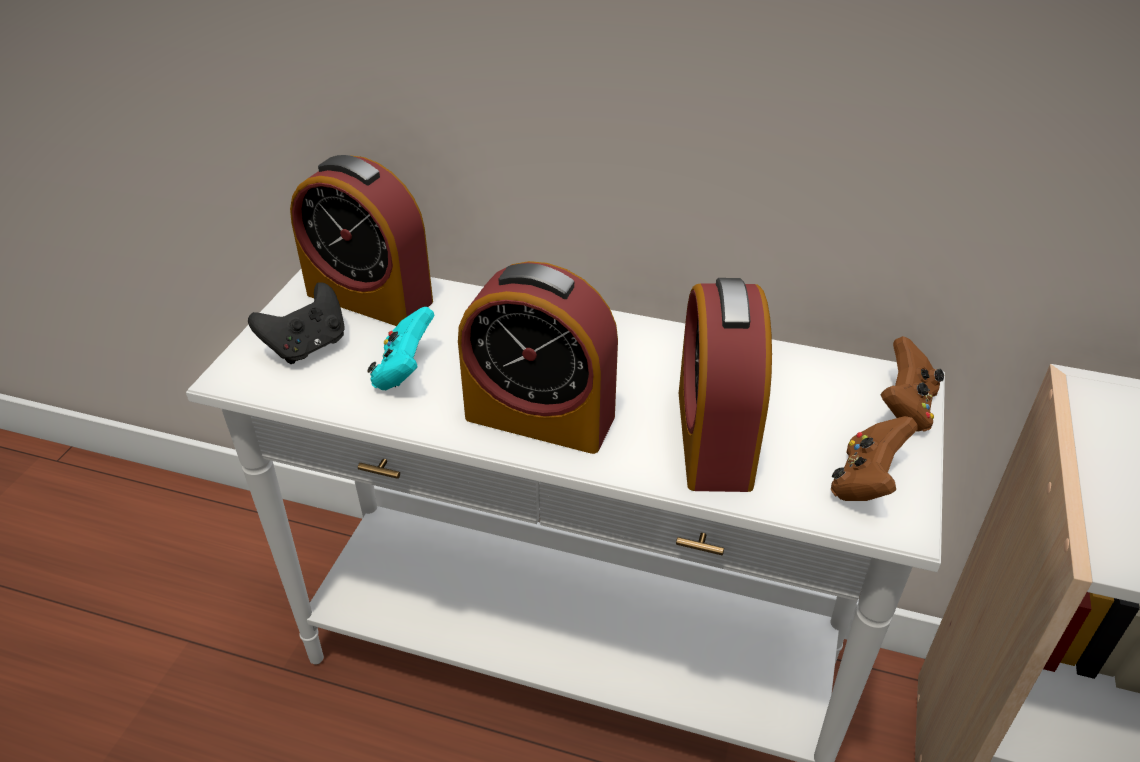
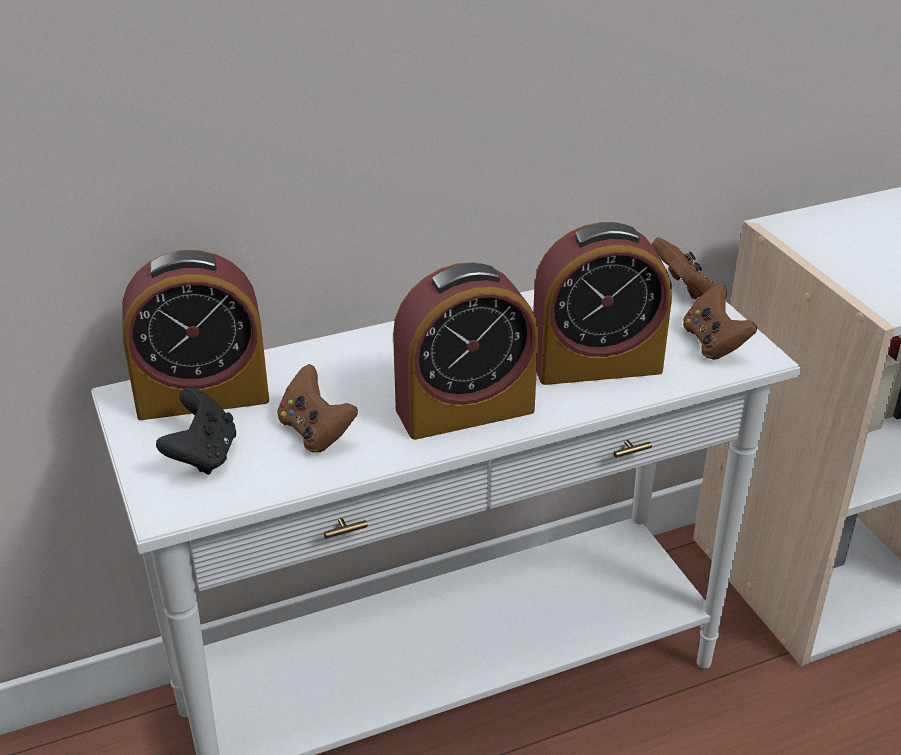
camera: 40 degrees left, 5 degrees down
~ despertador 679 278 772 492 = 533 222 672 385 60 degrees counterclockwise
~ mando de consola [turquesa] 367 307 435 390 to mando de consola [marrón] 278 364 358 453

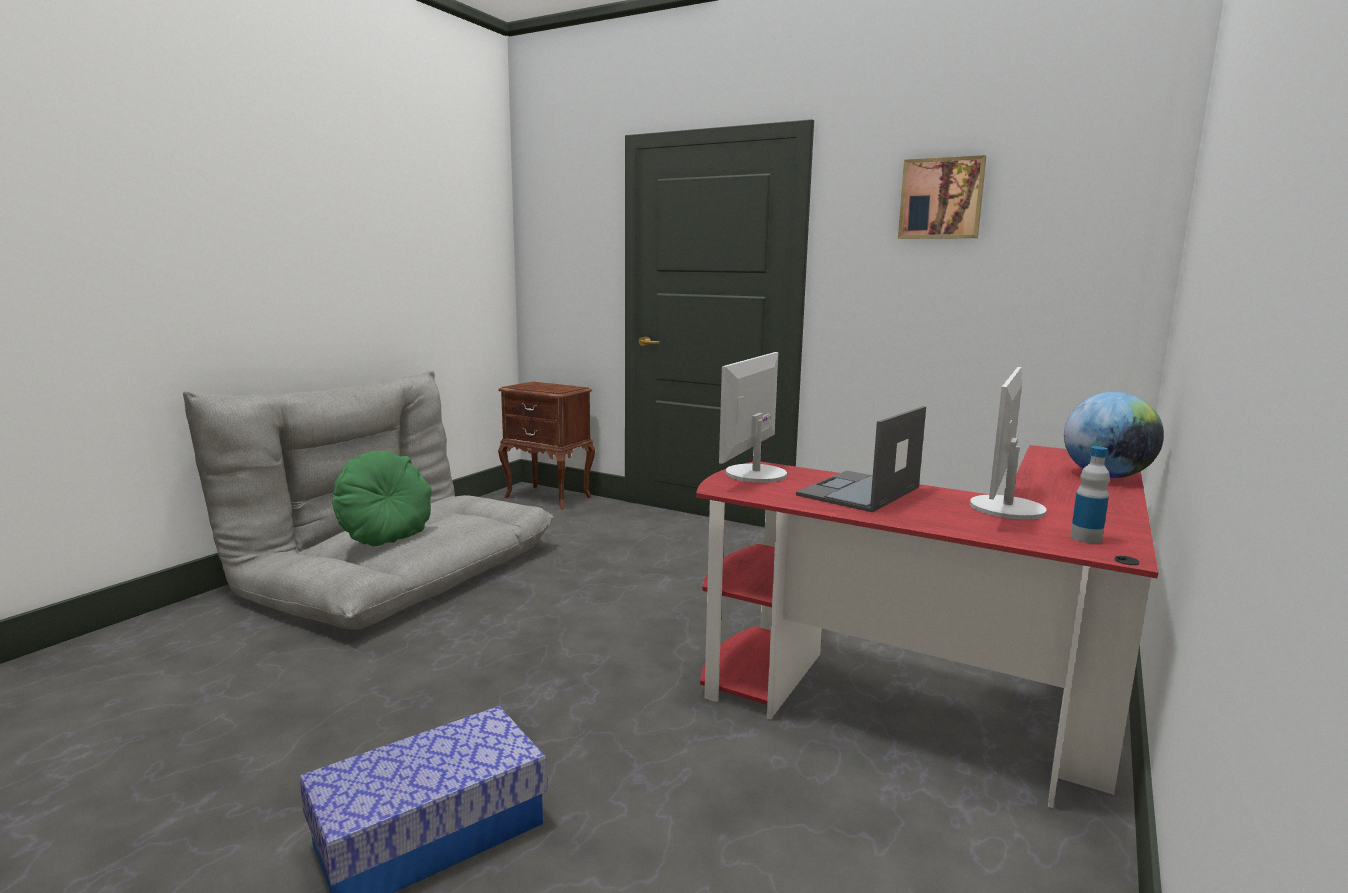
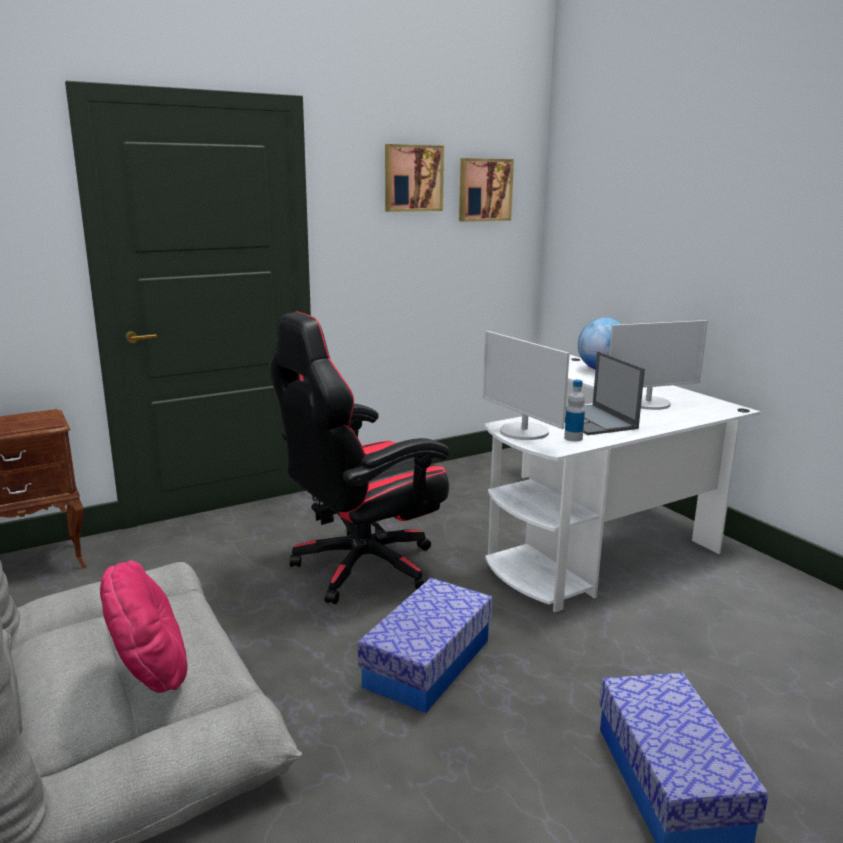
camera: 60 degrees left, 5 degrees up
~ monitor 970 367 1047 520 = 609 320 708 410 75 degrees counterclockwise
~ escritorio [rojo] 696 445 1158 808 to escritorio [blanco] 484 355 761 612
~ botella 1070 446 1110 543 to 564 380 585 441
~ cojín [verde] 332 450 431 546 to cojín [rosa] 100 560 188 693
+ cuadro 459 158 514 222
+ silla de oficina [negro] 269 311 449 604
+ caja de almacenaje 358 578 492 713

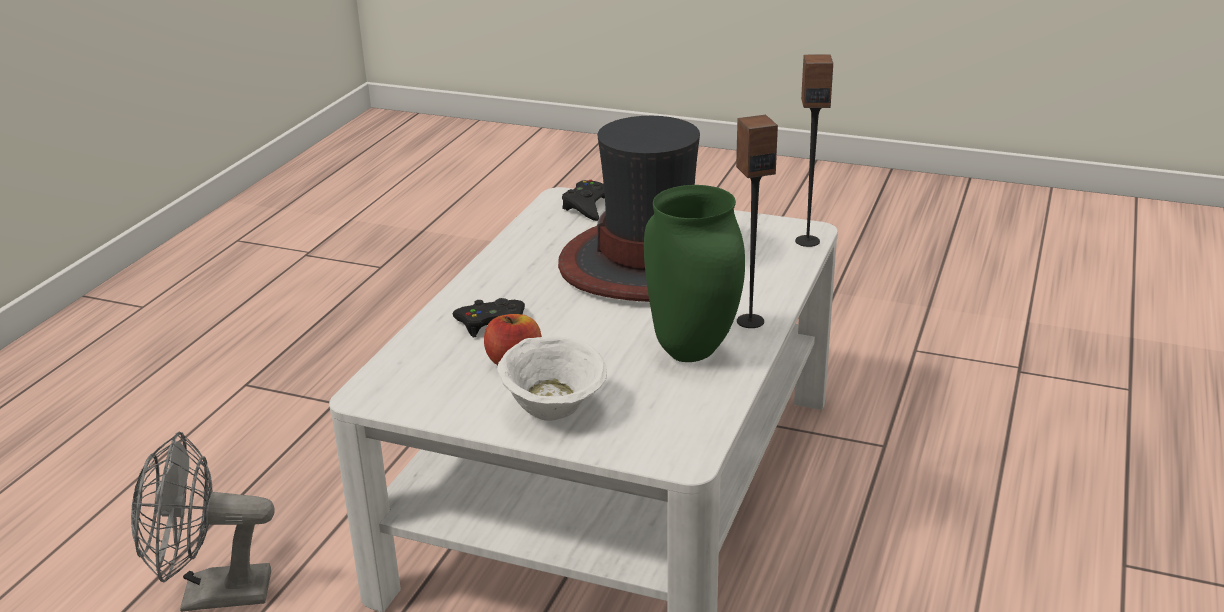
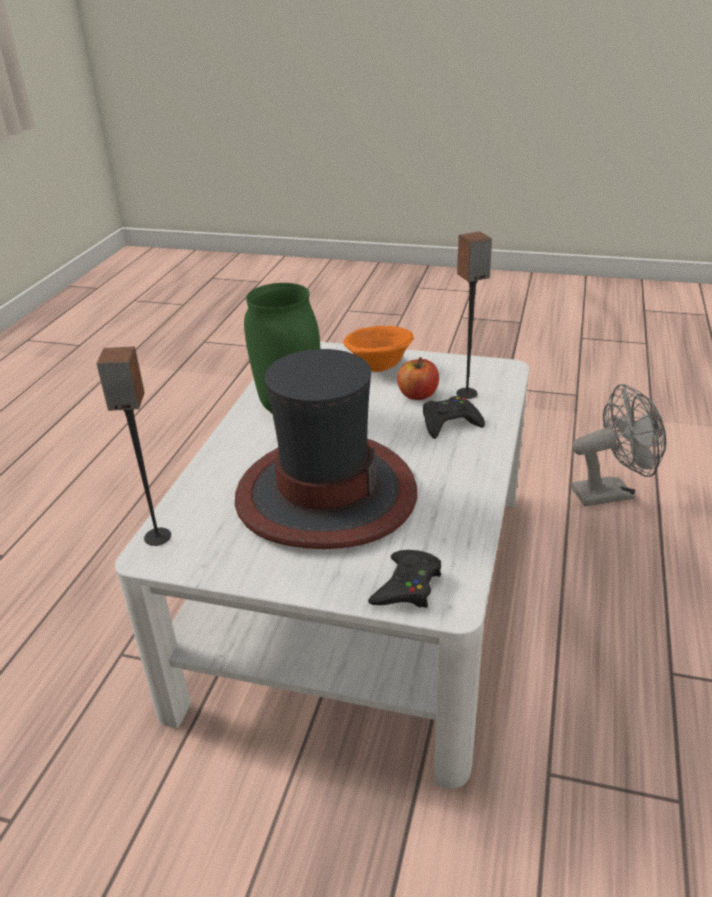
camera: 175 degrees right, 5 degrees up
~ altavoz 736 115 778 328 to 456 231 492 399
~ cuenco [blanco] 497 336 607 421 to cuenco [naranja] 343 325 414 372

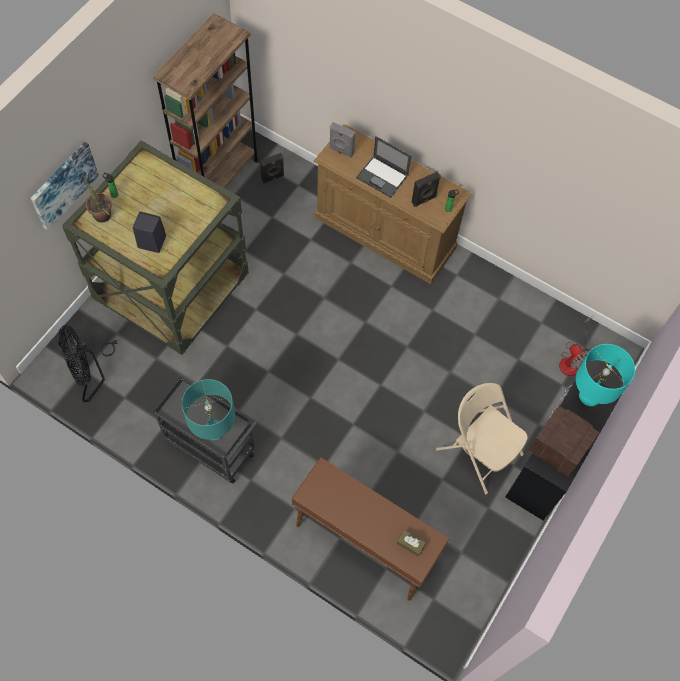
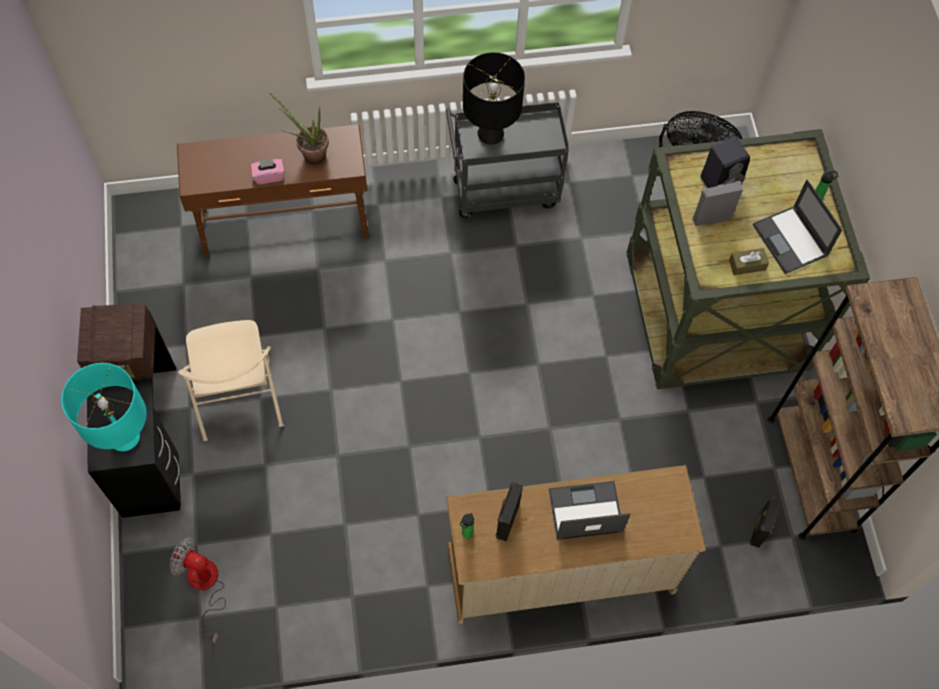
camera: 140 degrees right, 0 degrees up
~ altavoz [gris] 329 122 356 158 to 692 181 743 226
- cuadro 31 142 99 230
~ planta en maceta 83 174 112 223 to 269 93 329 164
~ lámpara de mesa [turquesa] 182 379 235 440 to lámpara de mesa [negro] 463 52 525 145
~ silla [beis] 436 383 527 495 = 178 320 284 441 75 degrees clockwise
~ caja de pañuelos [marrón] 396 530 426 557 to 729 248 769 275
+ caja de pañuelos [rosa] 251 159 285 185
+ portátil 753 180 842 274

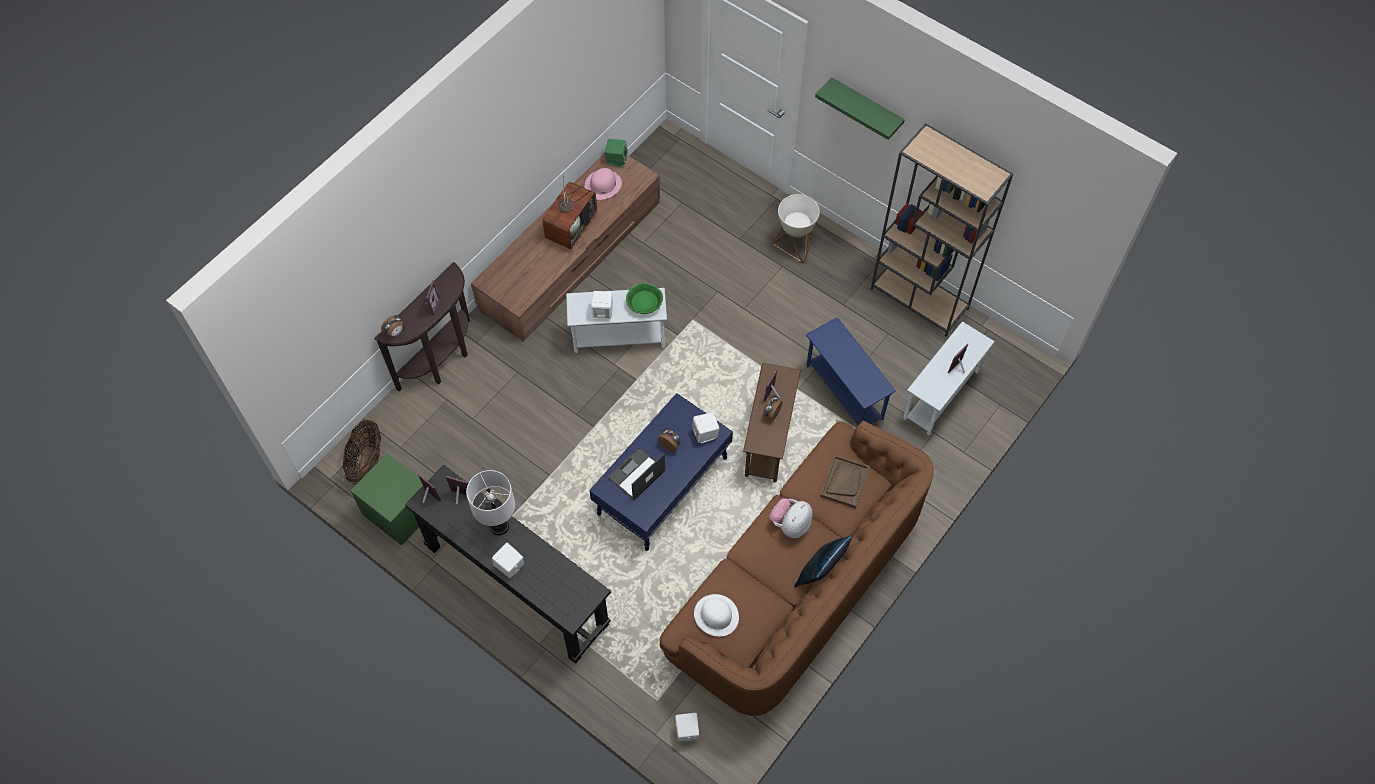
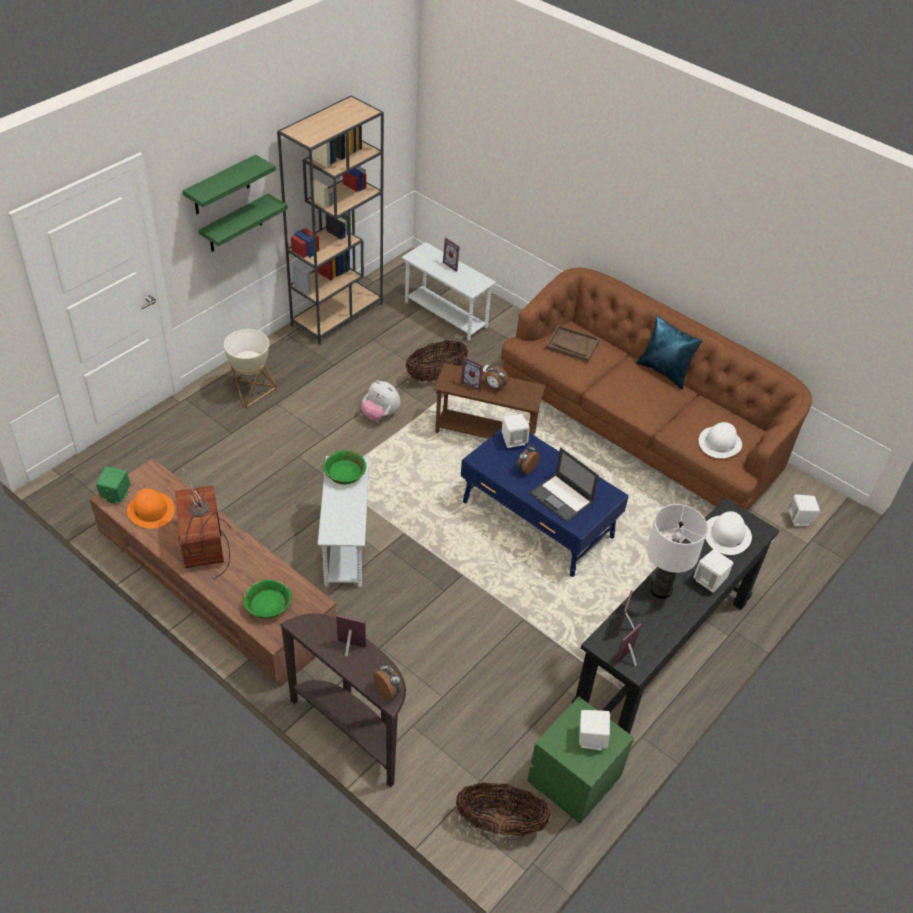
camera: 90 degrees left, 15 degrees down
~ sombrero [rosa] 585 168 622 200 to sombrero [naranja] 127 489 175 529
~ televisor 542 174 597 249 = 175 466 232 580 135 degrees counterclockwise
~ altavoz [blanco] 591 291 613 319 to 579 710 610 751
~ mesa auxiliar [azul] 806 317 896 425 to cesta 406 340 468 381
~ peluche 770 498 813 538 to 361 380 400 421
+ estante [verde] 199 193 288 252
+ sombrero [blanco] 705 511 752 555
+ cuenco [verde] 243 579 292 619

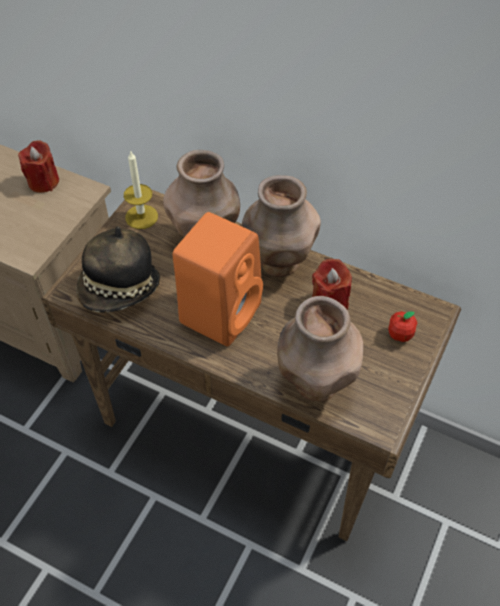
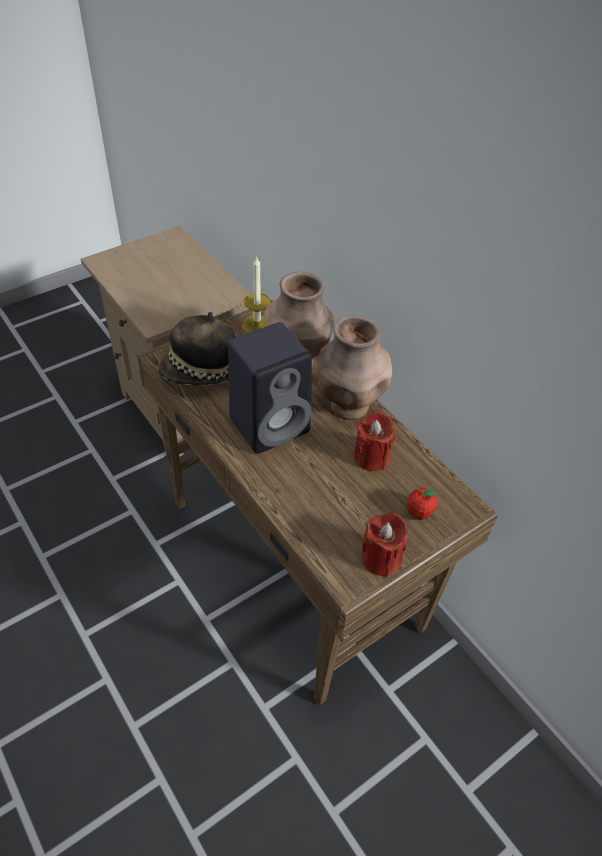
camera: 25 degrees right, 5 degrees down
~ vela [rojo] 18 140 59 193 to 361 512 408 578
~ altavoz [naranja] 172 212 263 346 to altavoz [negro] 228 322 312 454
- florero [marrón] 277 296 363 401

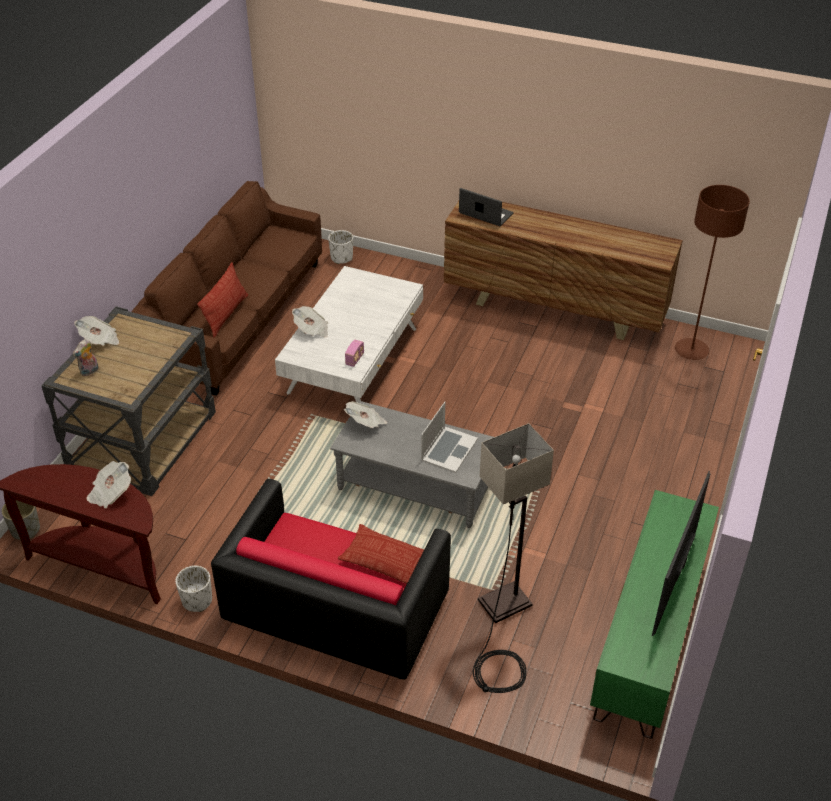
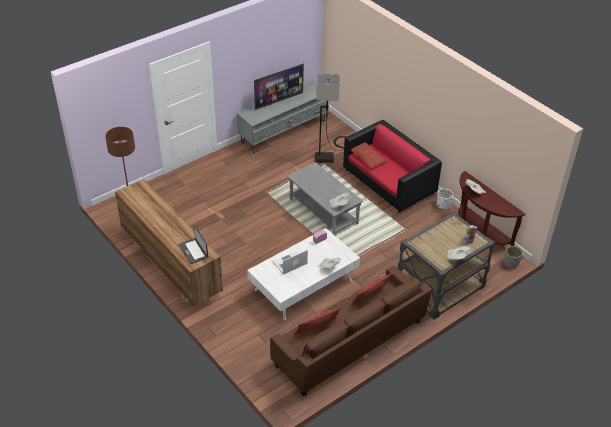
camera: 150 degrees left, 0 degrees up
- maceta [blanco] 328 230 353 264
~ portátil 421 402 478 473 to 273 250 308 275
~ mueble de televisión [verde] 590 490 719 739 to mueble de televisión [gris] 237 81 329 153
+ cojín 294 307 341 335

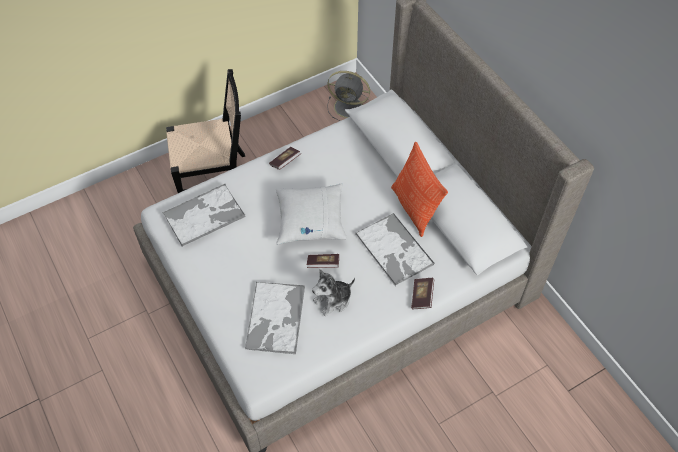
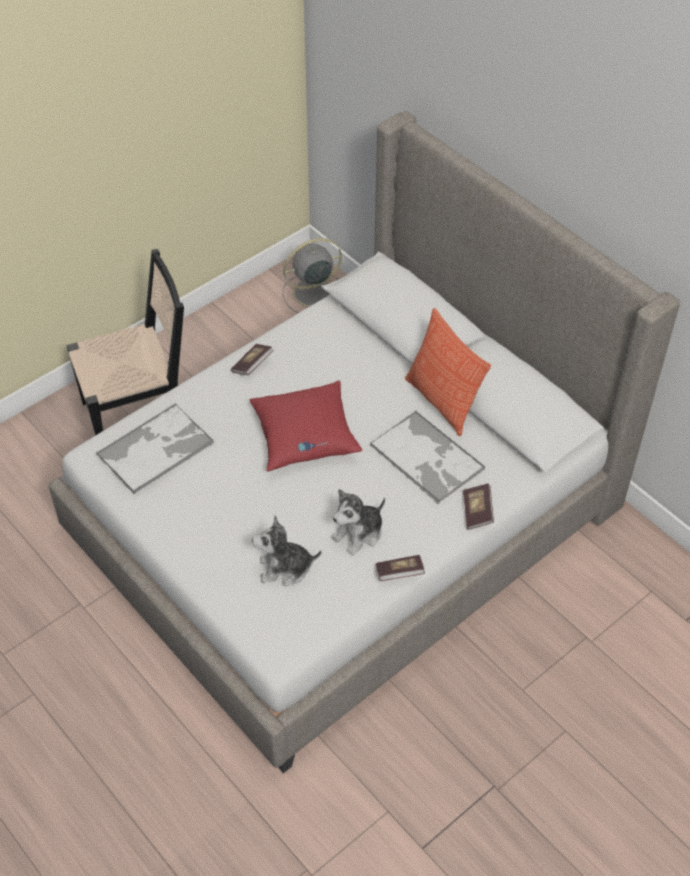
camera: 10 degrees left, 5 degrees down
~ ventilador [gris] 327 71 370 121 = 282 238 342 313 150 degrees clockwise
~ cojín [gris] 276 183 347 245 to cojín [rojo] 250 380 362 472
~ libro 307 254 339 268 to 376 555 425 581
~ bandeja 245 282 305 354 to peluche 252 516 322 587

